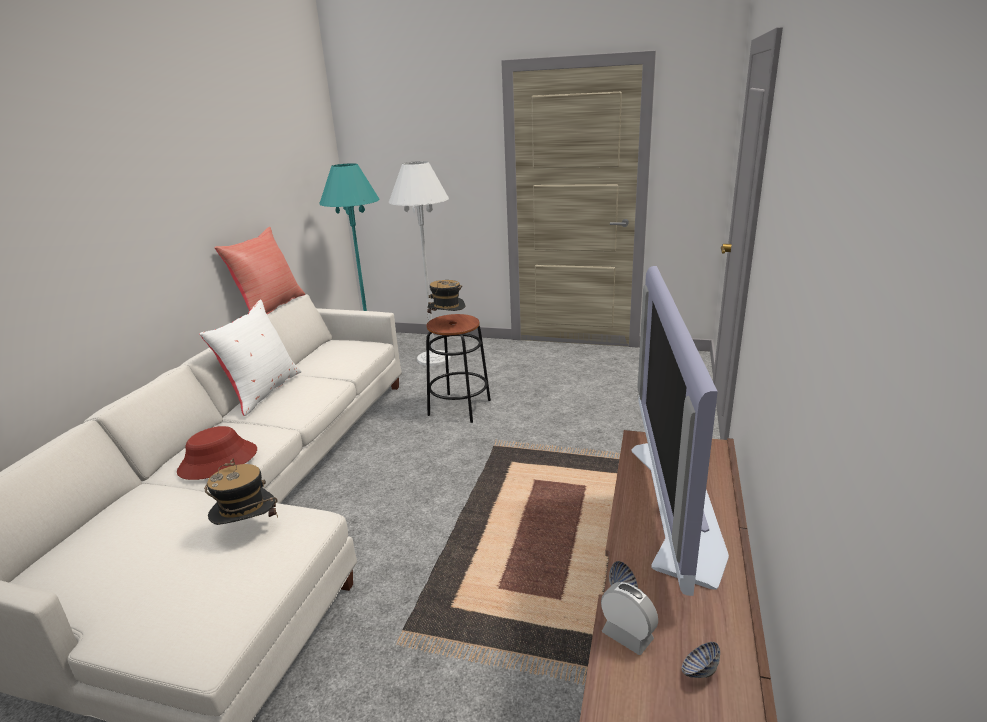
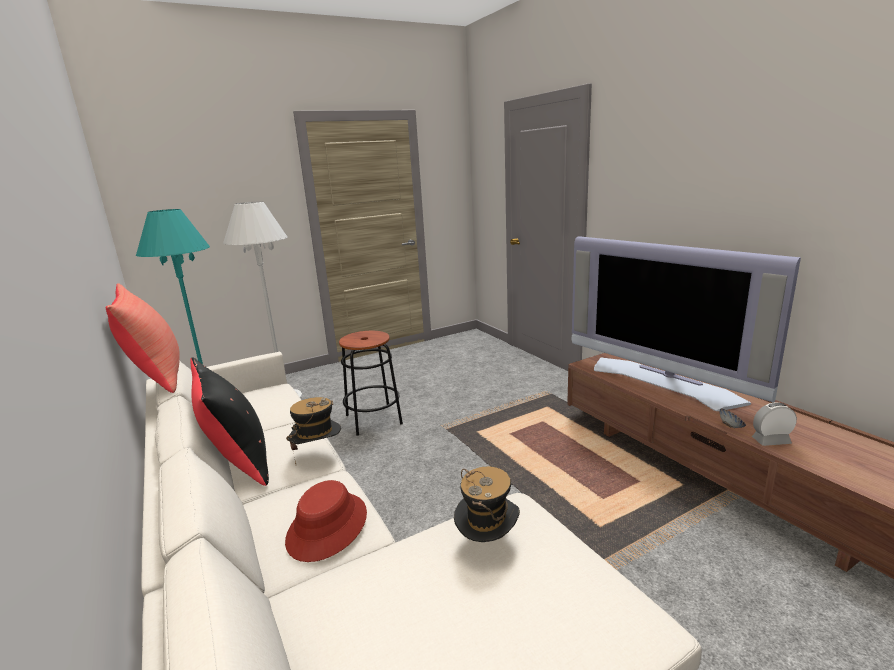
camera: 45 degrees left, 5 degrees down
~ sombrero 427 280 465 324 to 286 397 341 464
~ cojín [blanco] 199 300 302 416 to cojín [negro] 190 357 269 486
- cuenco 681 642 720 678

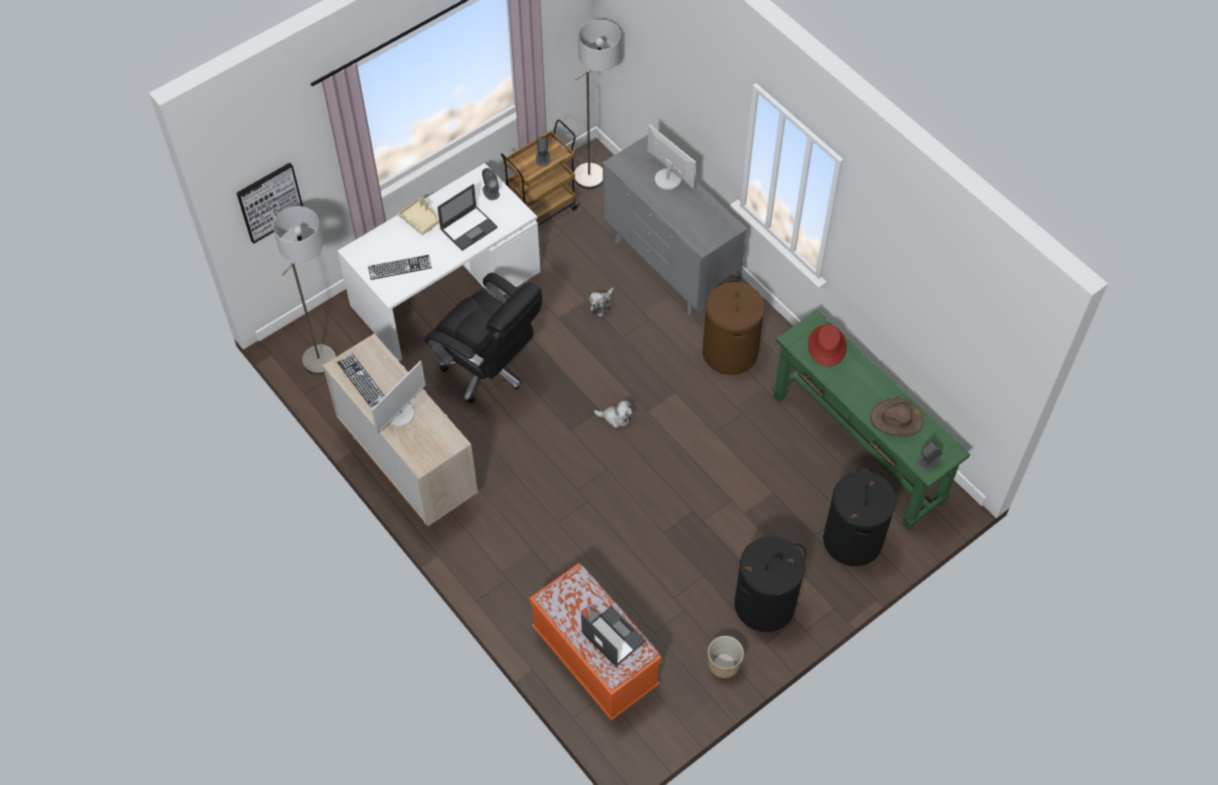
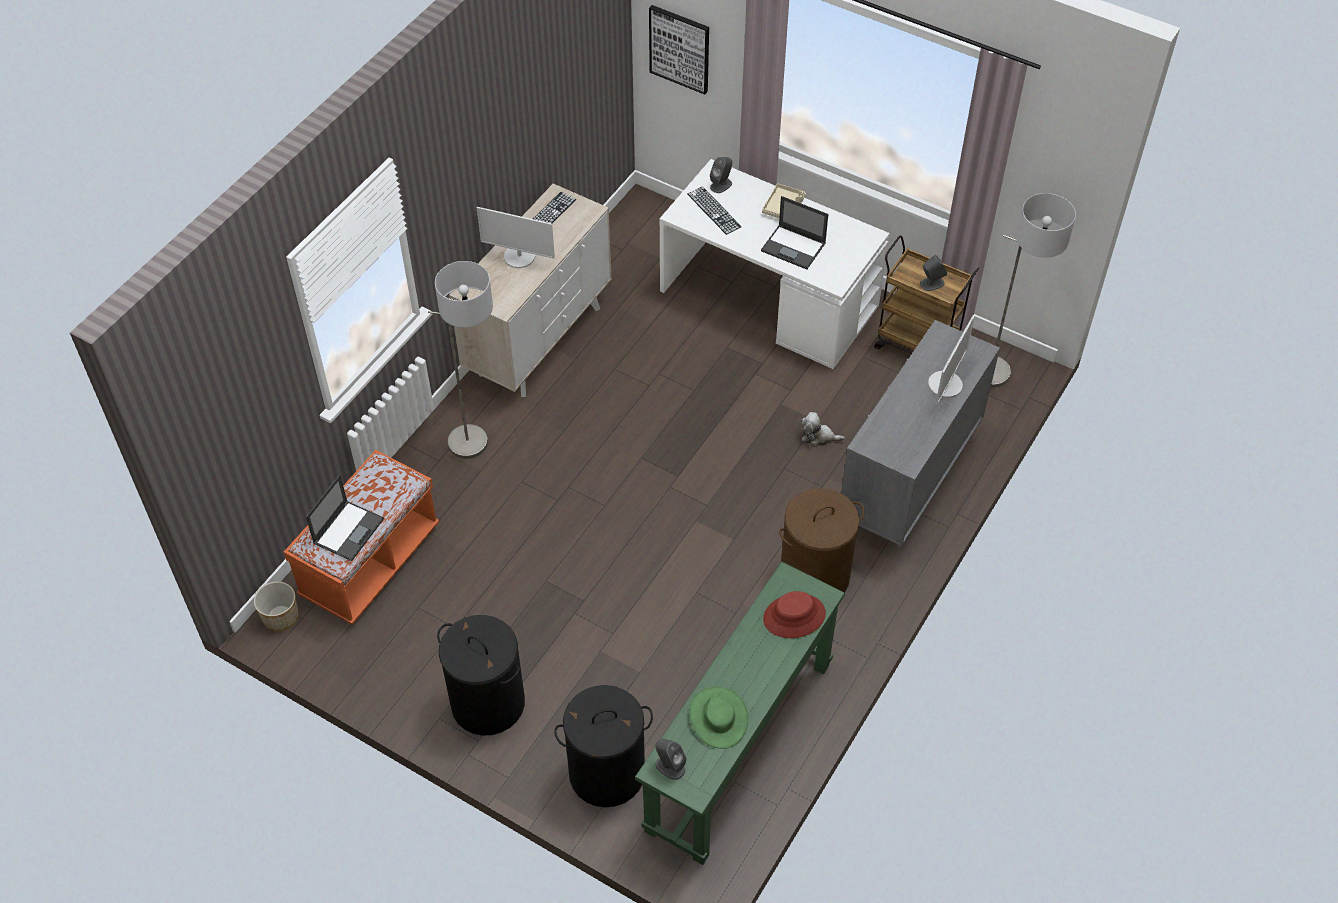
camera: 70 degrees right, 5 degrees down
~ altavoz [gris] 482 168 500 200 to 710 157 733 193
~ lámpara de pie [gris] 273 206 336 375 to 428 261 493 459
- silla de oficina [negro] 424 273 542 403
~ sombrero [marrón] 870 398 924 436 to sombrero [verde] 689 686 748 749
- peluche 594 400 633 428
~ maceta 708 636 744 678 to 254 581 299 631

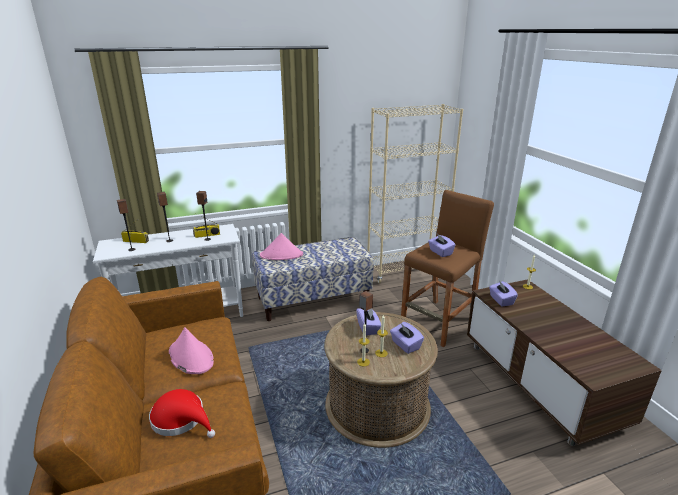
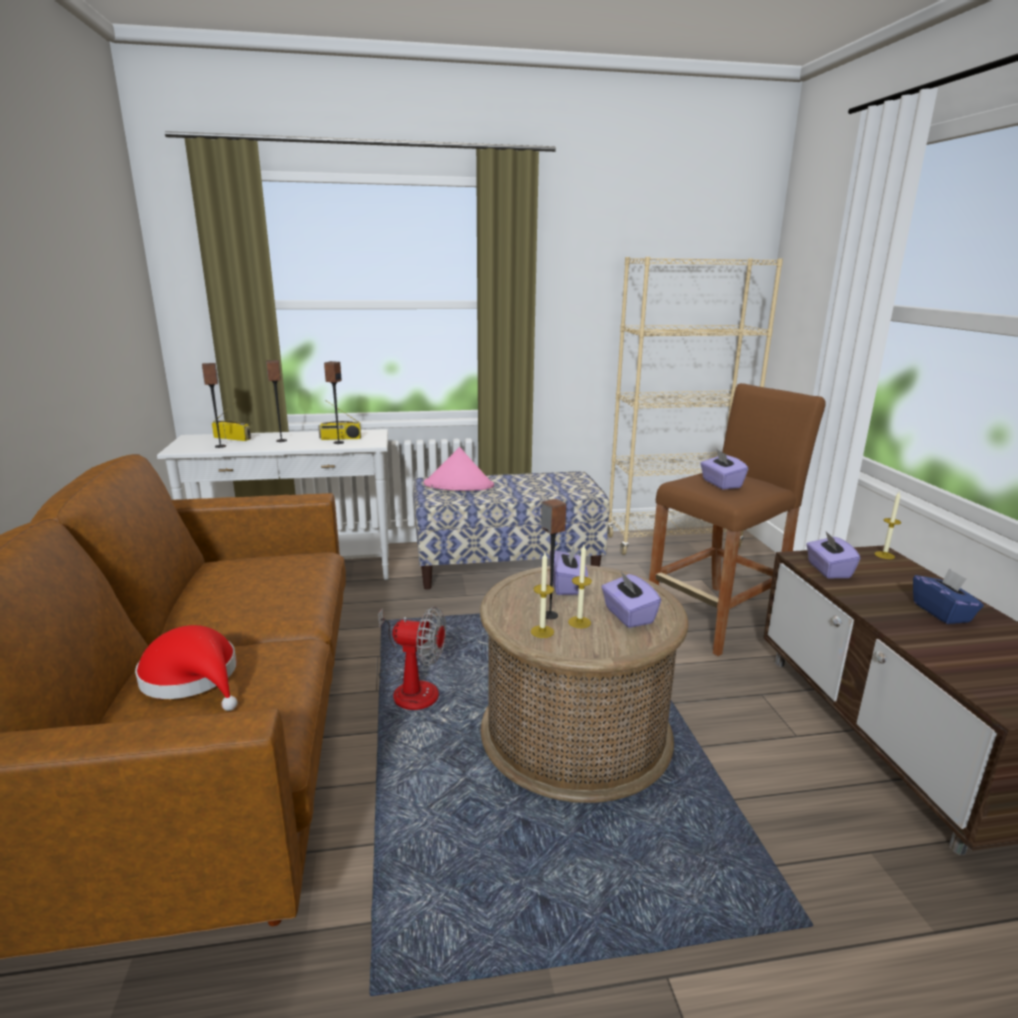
camera: 10 degrees right, 5 degrees down
- sombrero [rosa] 169 328 214 374
+ caja de pañuelos [azul] 913 568 984 624
+ ventilador 378 607 446 710

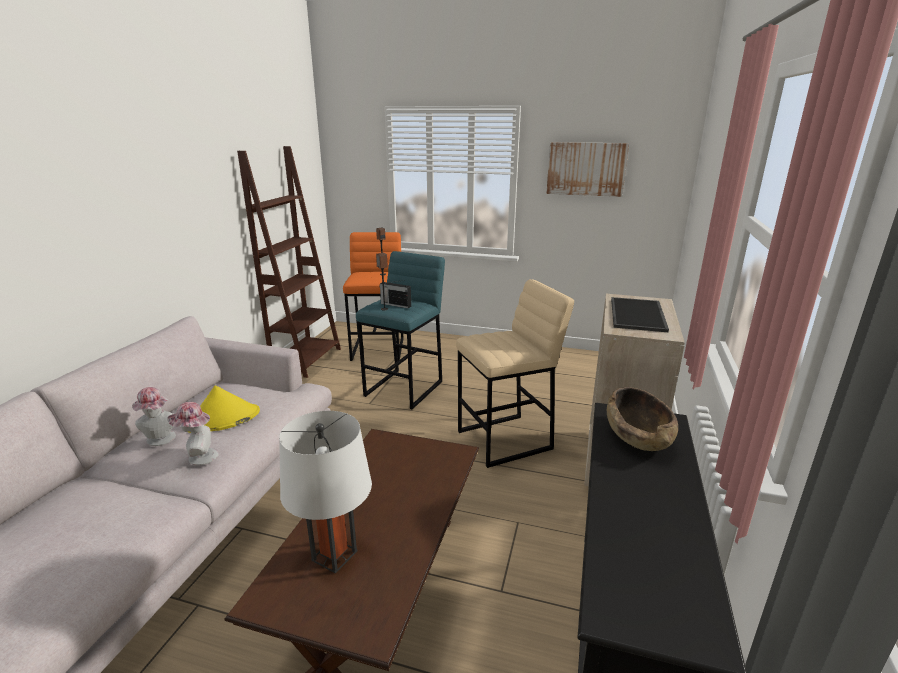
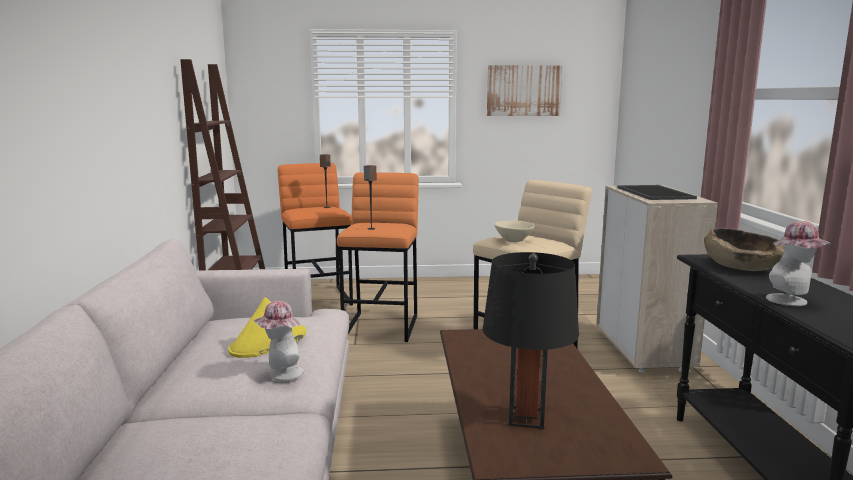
camera: 20 degrees left, 10 degrees down
~ taburete [turquesa] 356 251 445 409 to taburete [naranja] 337 172 419 342
- radio 379 280 411 308
~ sombrero 132 387 176 446 to 766 221 831 306
~ lámpara de mesa [blanco] 279 411 372 574 to lámpara de mesa [negro] 483 252 579 429
+ cuenco [beis] 494 221 535 242

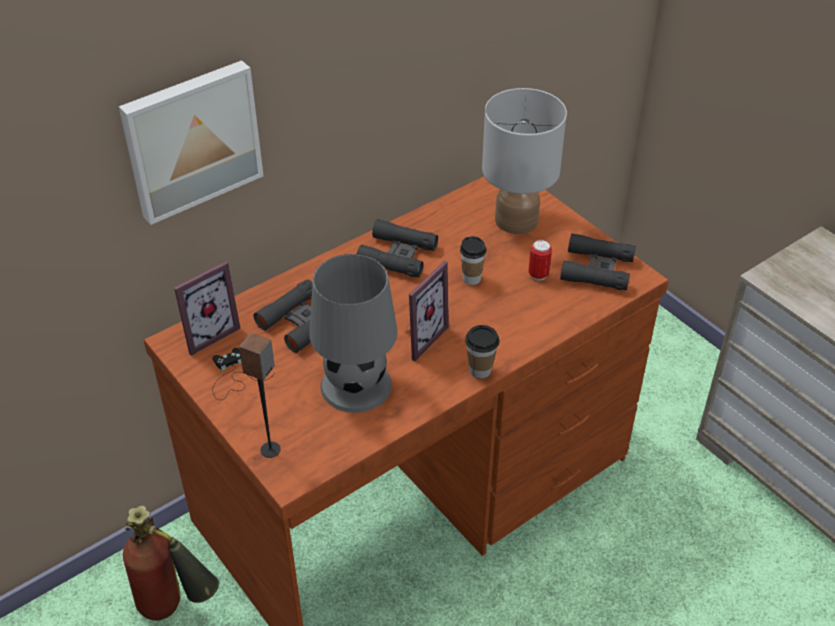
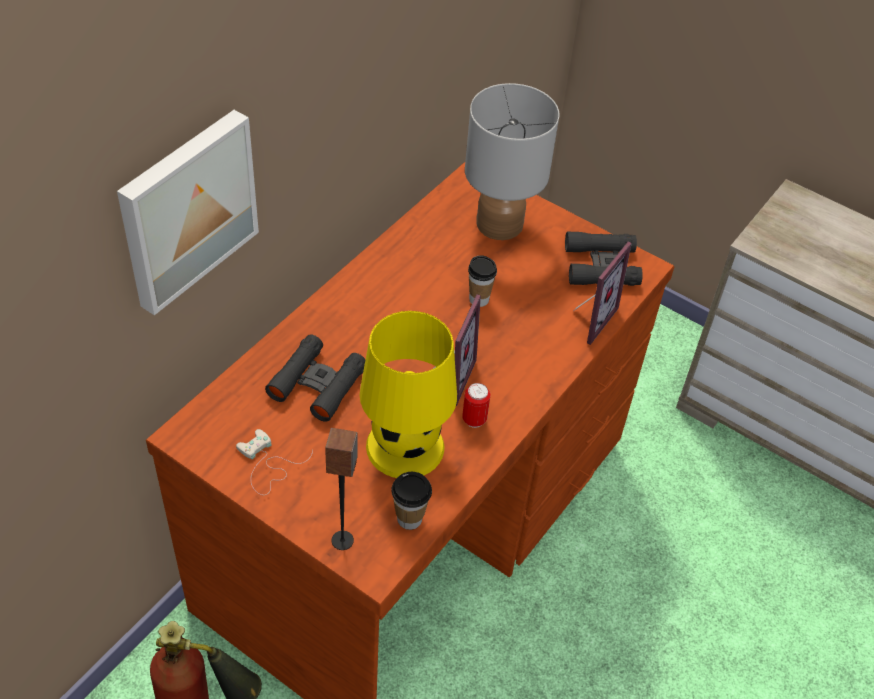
camera: 20 degrees left, 5 degrees up
- prismáticos [negro] 357 219 438 278
~ lata 529 240 552 281 to 462 383 491 428
~ lámpara de mesa [gris] 310 254 398 413 to lámpara de mesa [amarillo] 360 311 457 478
~ portarretratos 174 261 240 356 to 574 242 632 345
~ taza 465 325 500 379 to 391 472 432 530
~ mando de consola [negro] 212 348 274 400 to mando de consola [blanco] 236 429 313 495

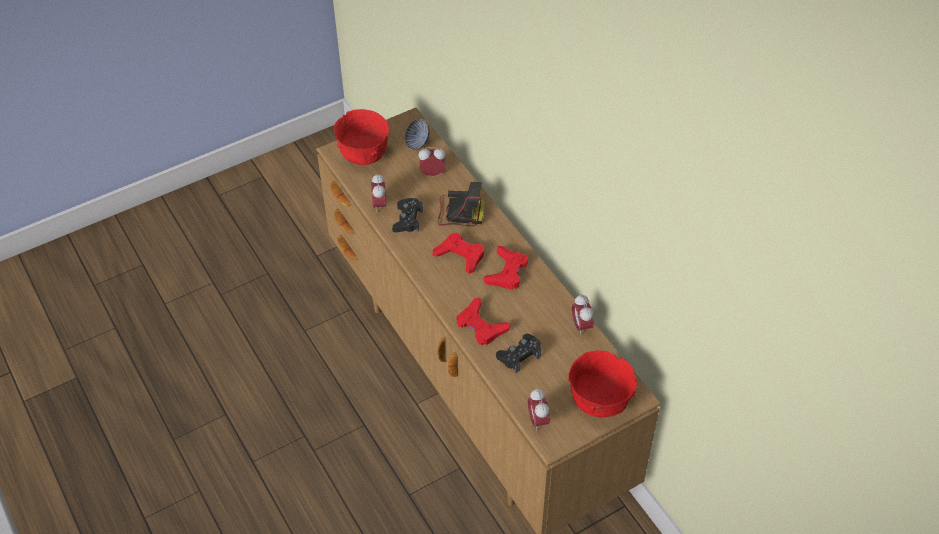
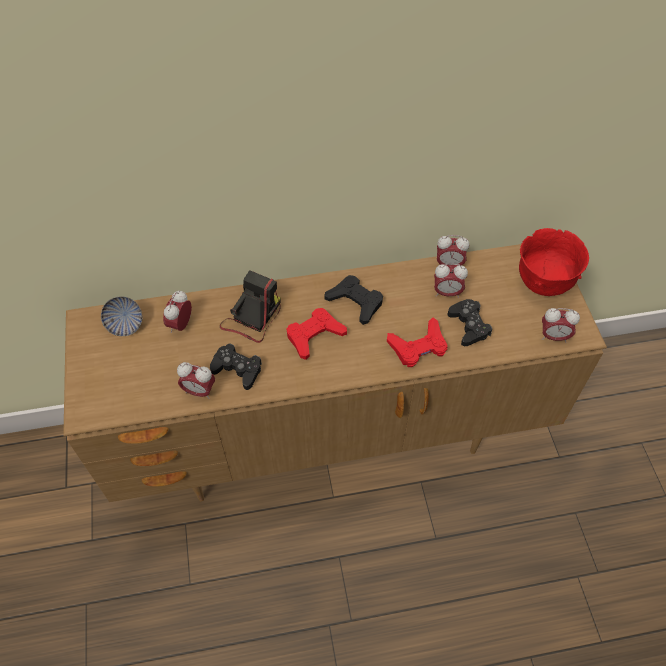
camera: 70 degrees left, 5 degrees up
- cuenco [rojo] 334 109 389 165
~ mando de consola [rojo] 483 246 528 290 to mando de consola [negro] 324 275 383 325
+ despertador 434 264 468 298

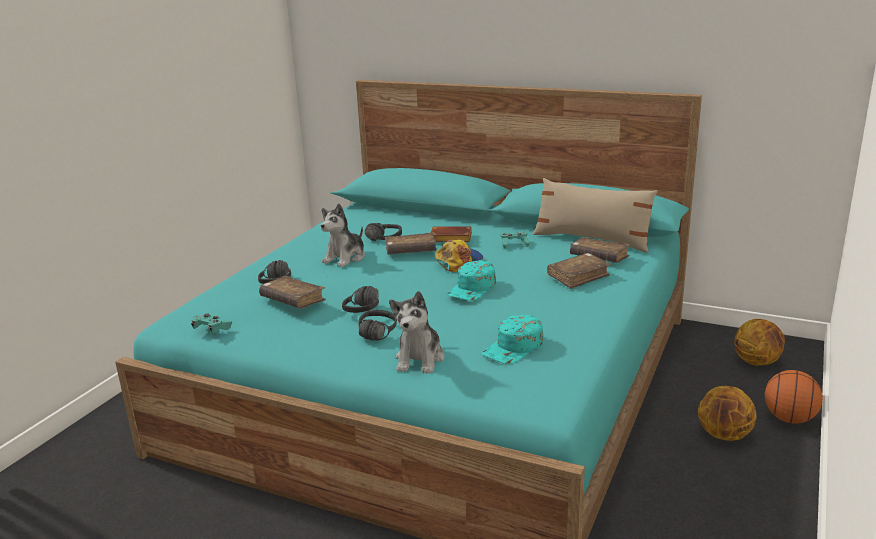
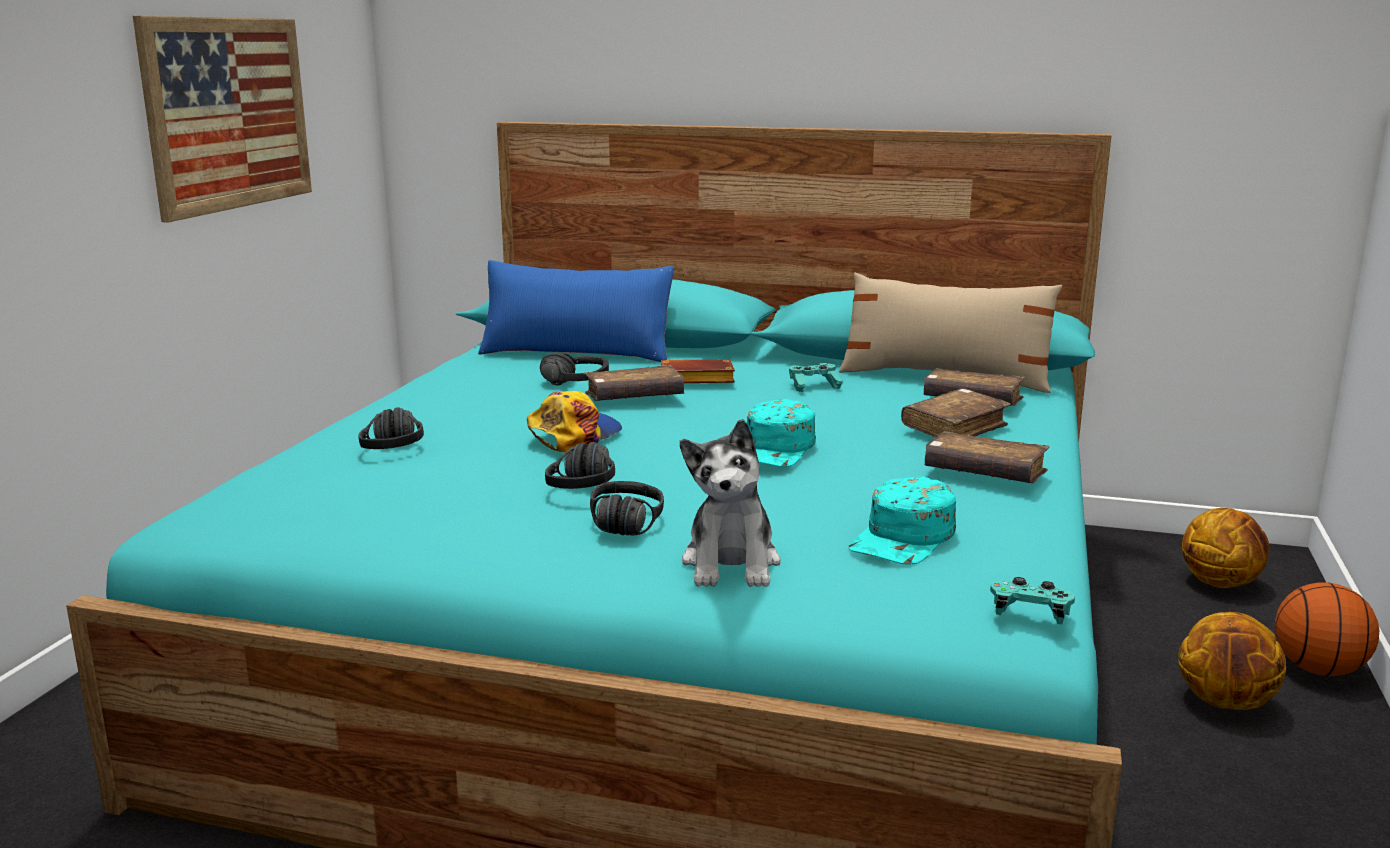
camera: 10 degrees left, 5 degrees down
- peluche 321 203 365 267
~ gorra 435 240 483 272 to 527 391 622 452
~ libro [marrón] 259 276 326 309 to 925 431 1049 483
~ mando de consola [turquesa] 191 313 232 334 to 990 577 1075 624
+ cuadro 133 16 312 223
+ cojín [azul] 478 260 674 362

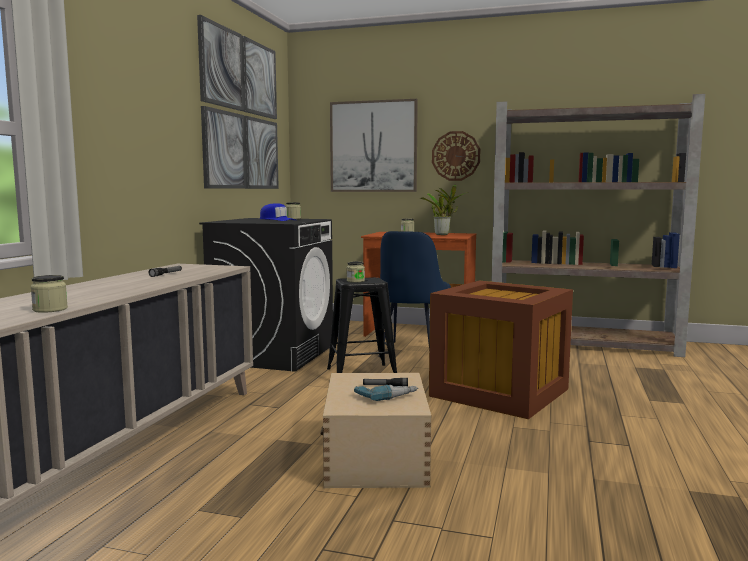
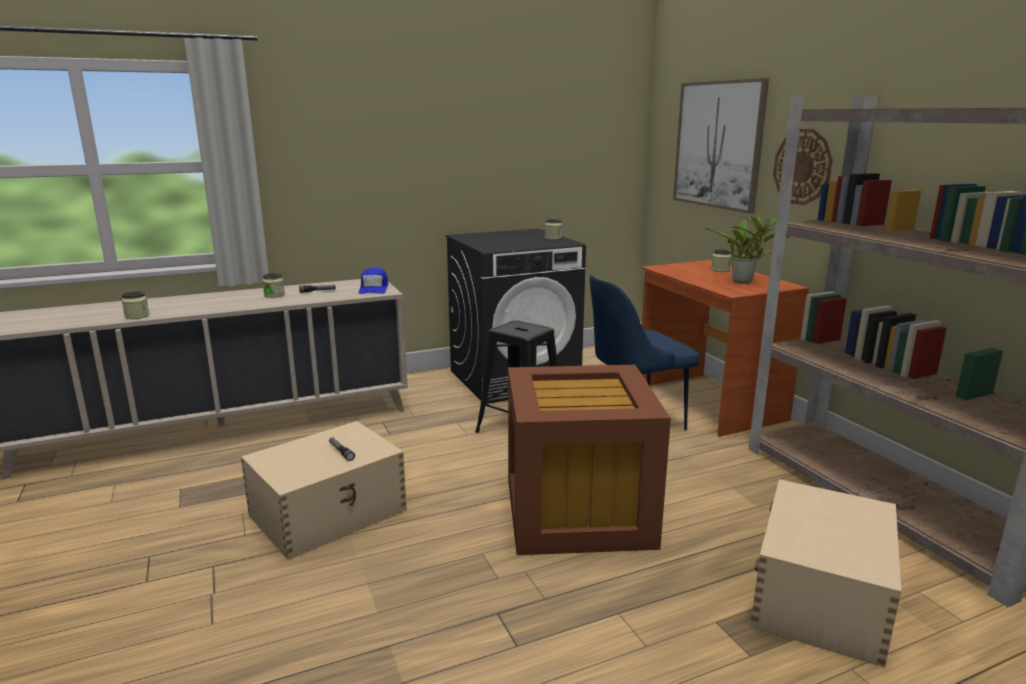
camera: 50 degrees right, 10 degrees up
- cuadro 197 15 279 189
~ gorra [azul] 260 203 295 221 to 359 268 389 294
~ tarro 347 261 365 283 to 262 273 285 298
- taladro 354 385 418 401
+ caja de almacenaje [beis] 750 479 901 668

